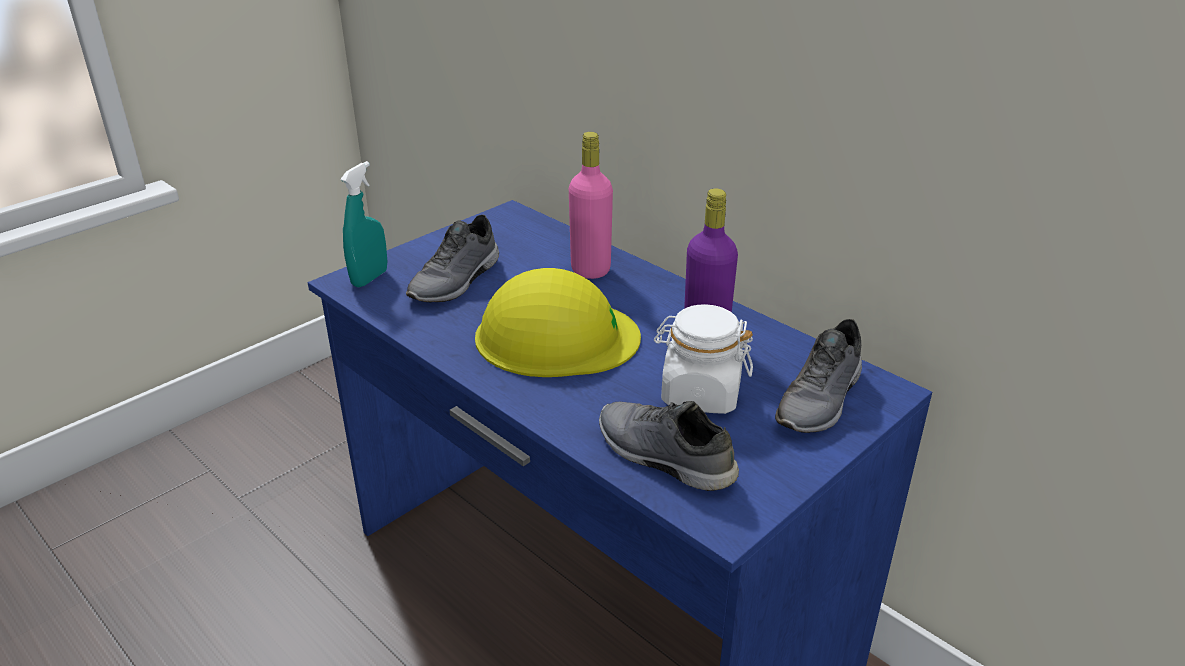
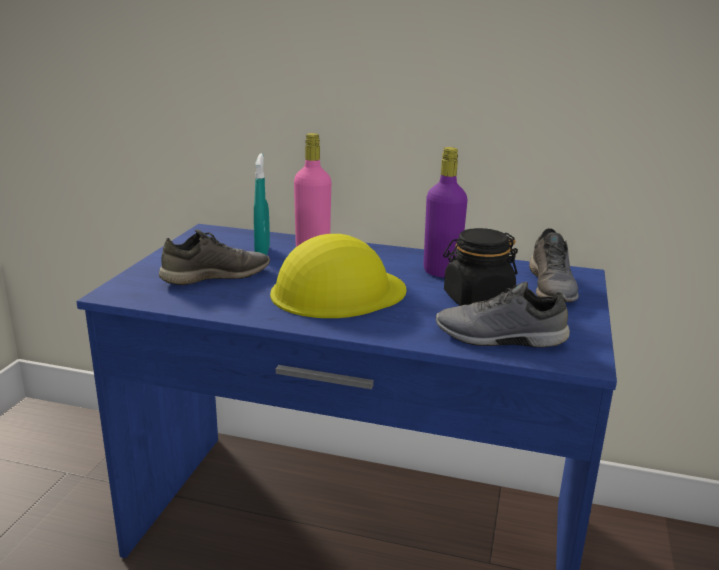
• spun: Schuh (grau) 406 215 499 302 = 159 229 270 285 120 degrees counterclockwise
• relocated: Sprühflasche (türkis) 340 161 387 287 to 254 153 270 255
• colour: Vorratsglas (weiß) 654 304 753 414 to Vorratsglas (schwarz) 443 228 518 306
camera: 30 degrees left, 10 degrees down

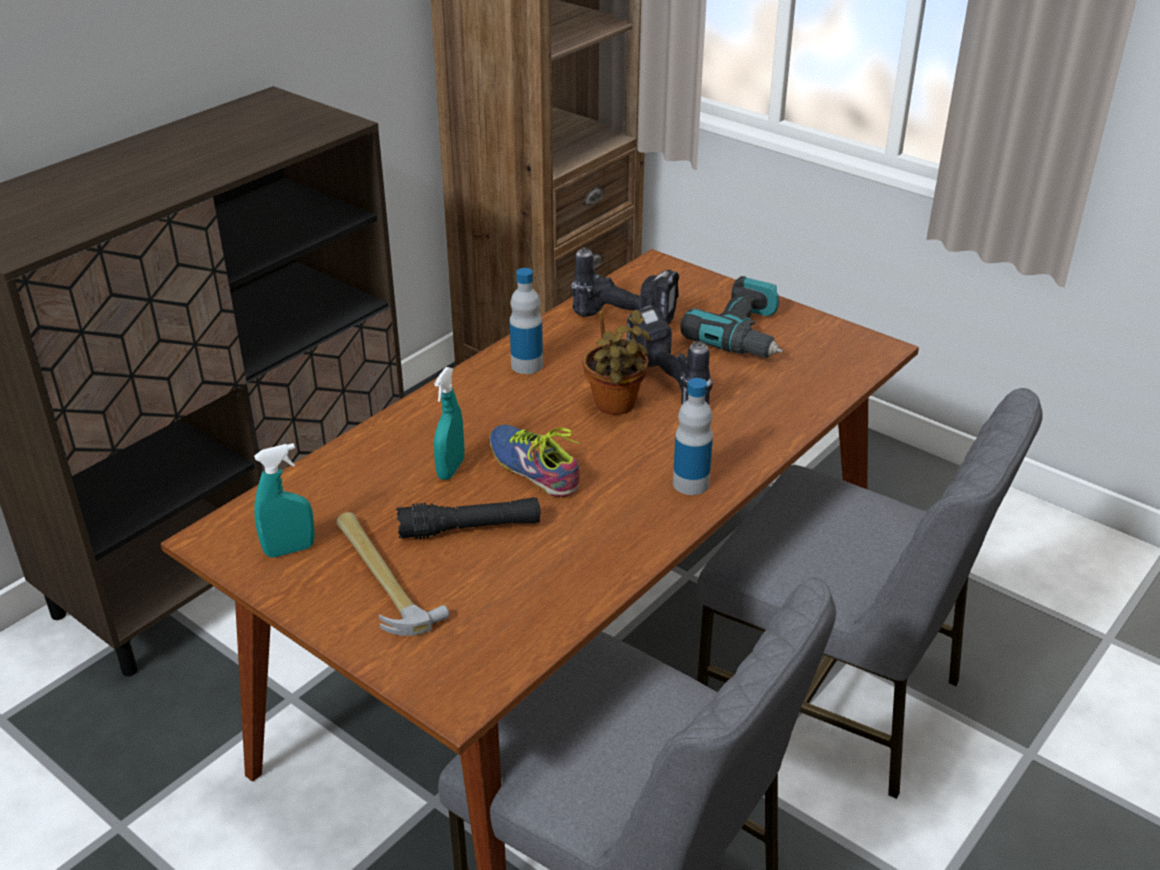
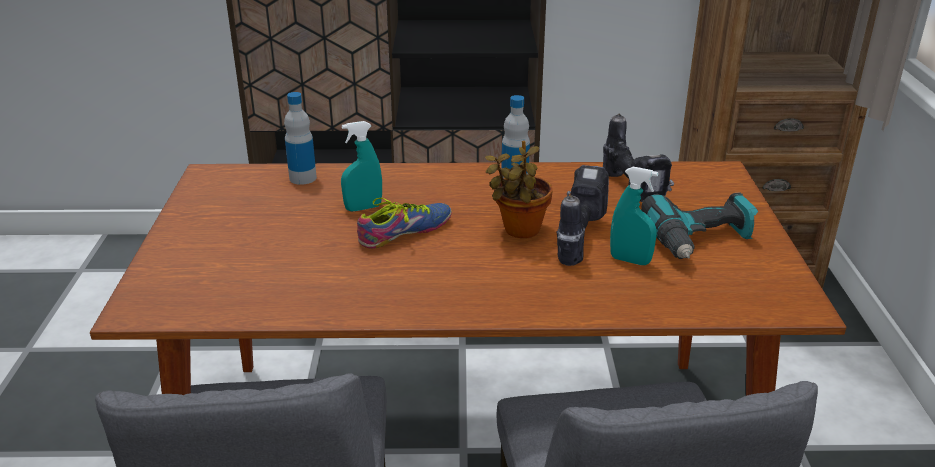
• relocated: Flasche 673 378 713 495 to 284 92 317 185
• spun: Schuh 490 424 581 497 = 357 198 452 249 45 degrees clockwise
• relocated: Sprühflasche (türkis) 254 443 315 558 to 610 167 658 265
• missing: Hammer 336 512 449 636
• missing: Taschenlampe (schwarz) 396 497 541 539
camera: 50 degrees right, 5 degrees down

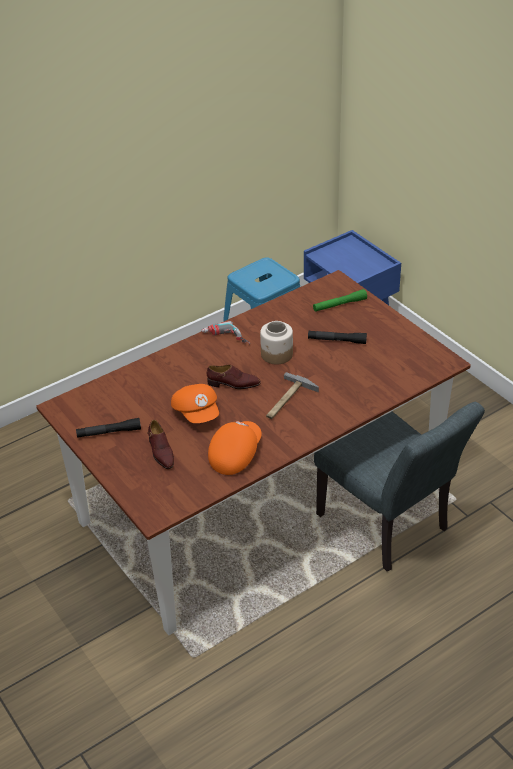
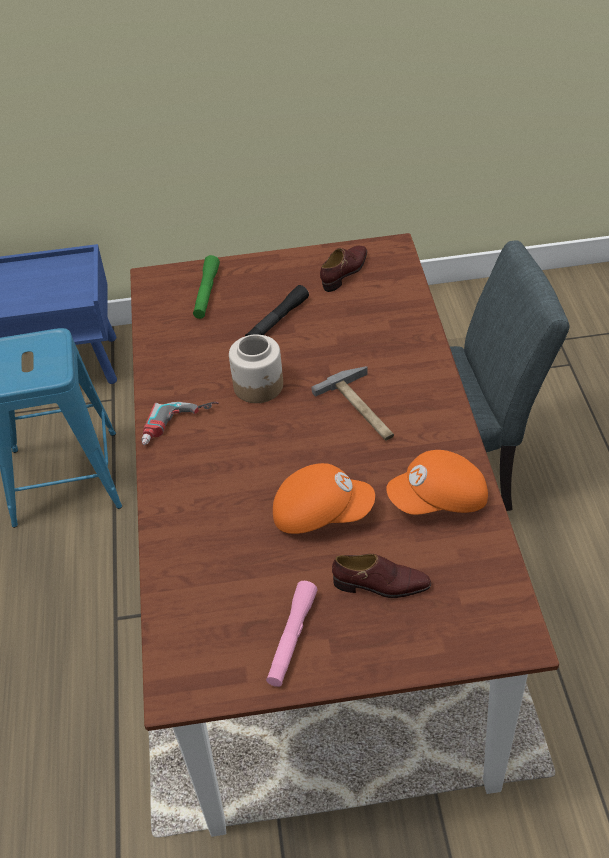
• colour: Taschenlampe (schwarz) 76 418 141 438 to Taschenlampe (rosa) 266 581 318 687
• relocated: Schuh (braun) 207 365 261 389 to 320 246 367 292
• spun: Kappe (orange) 208 421 262 475 = 386 450 488 515 75 degrees counterclockwise
camera: 60 degrees left, 5 degrees up

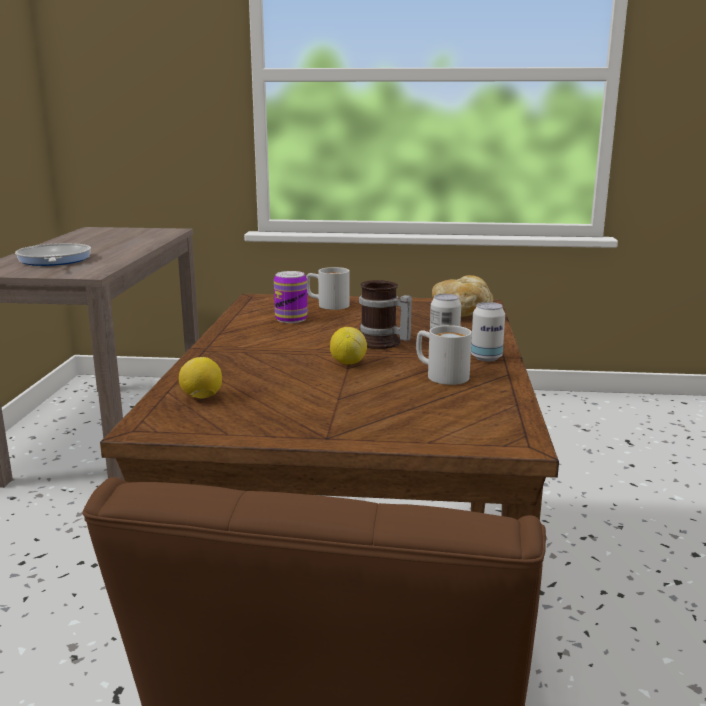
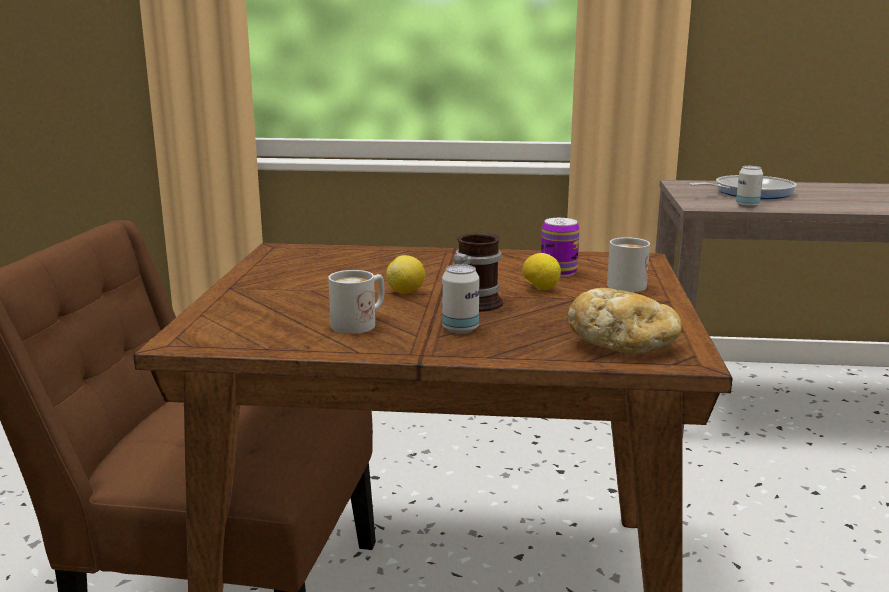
• relocated: Zitrone 179 357 222 398 to 522 253 561 290
• relocated: Dose 471 302 505 362 to 736 166 763 208
camera: 90 degrees right, 0 degrees up

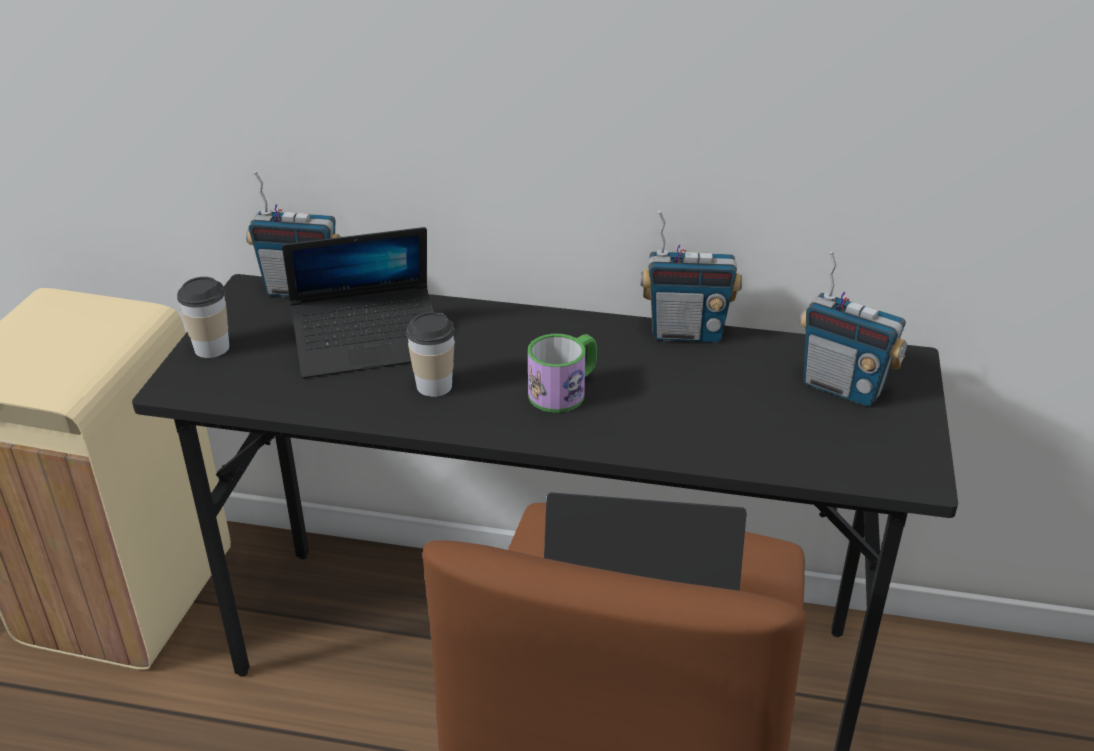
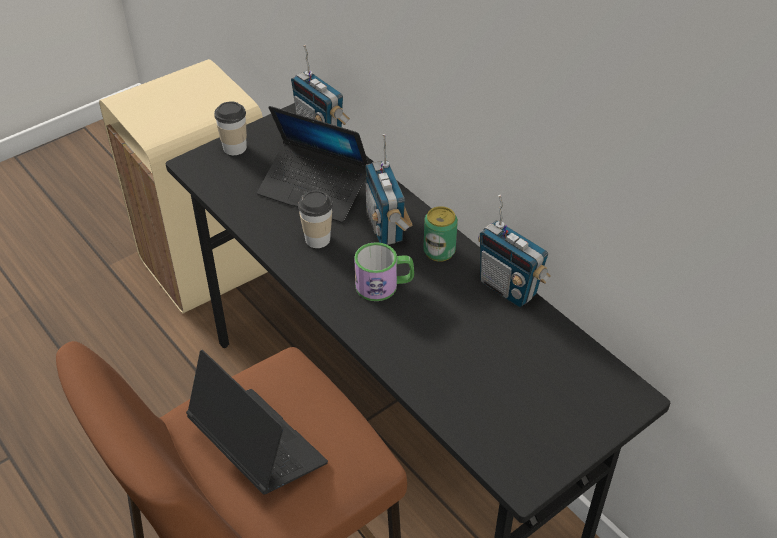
• relocated: Radio 799 251 907 406 to 365 134 413 245
• appeared: Dose 423 206 458 262
camera: 40 degrees right, 10 degrees up

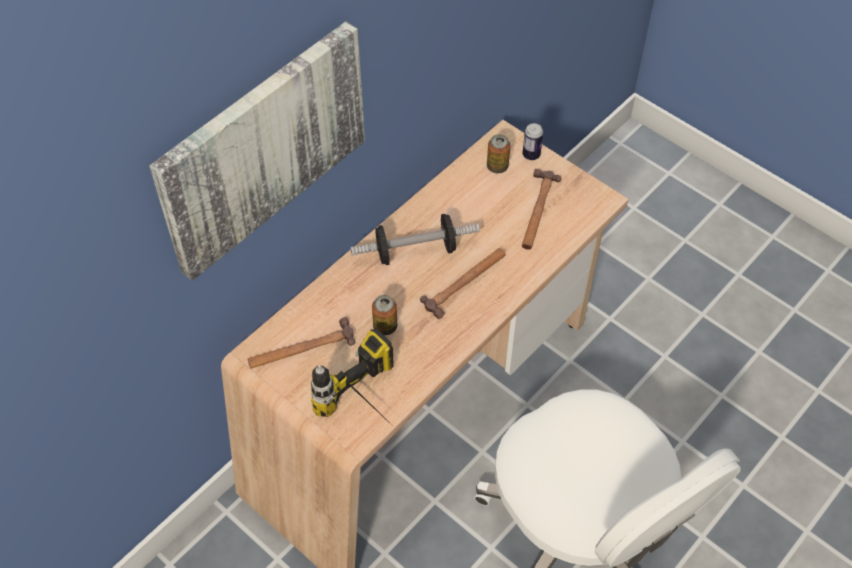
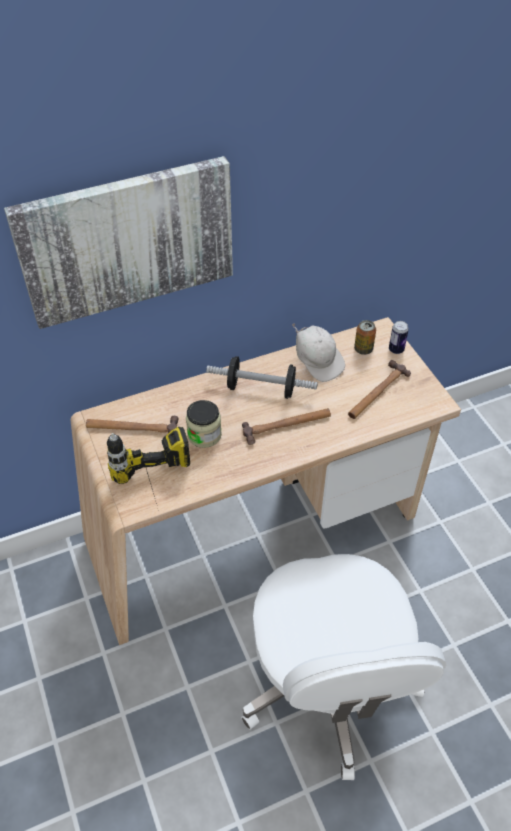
• exchanged: Dose 372 295 397 335 to Vorratsglas 186 400 222 448
• appeared: Kappe (weiß) 292 323 345 382
camera: 25 degrees right, 5 degrees down

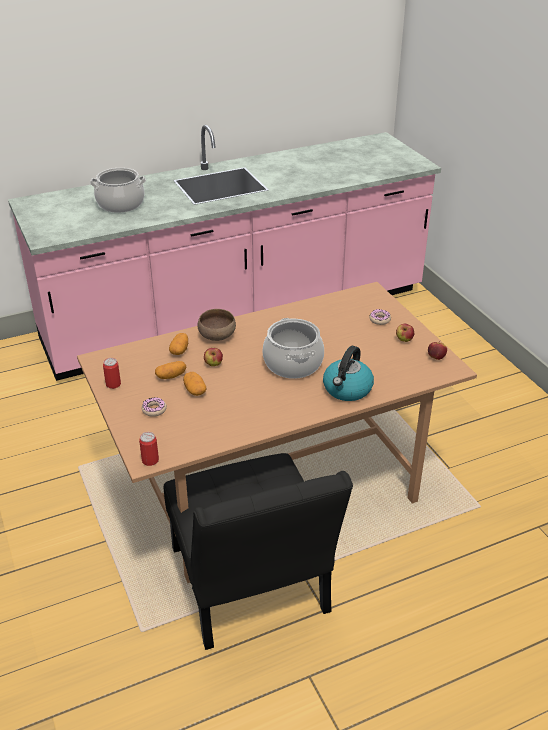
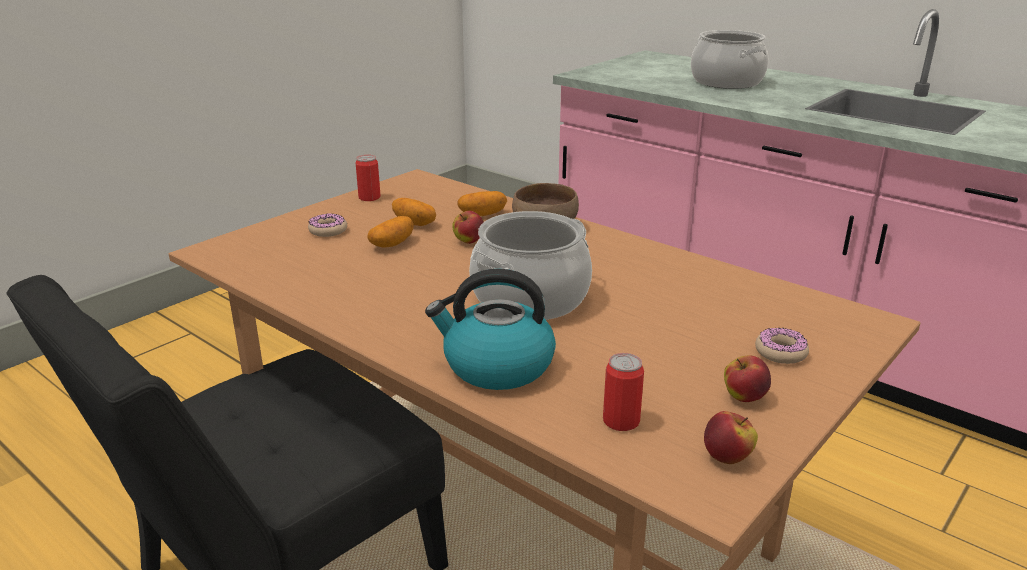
• relocated: Dose 139 432 159 466 to 603 353 644 431
camera: 65 degrees right, 10 degrees down

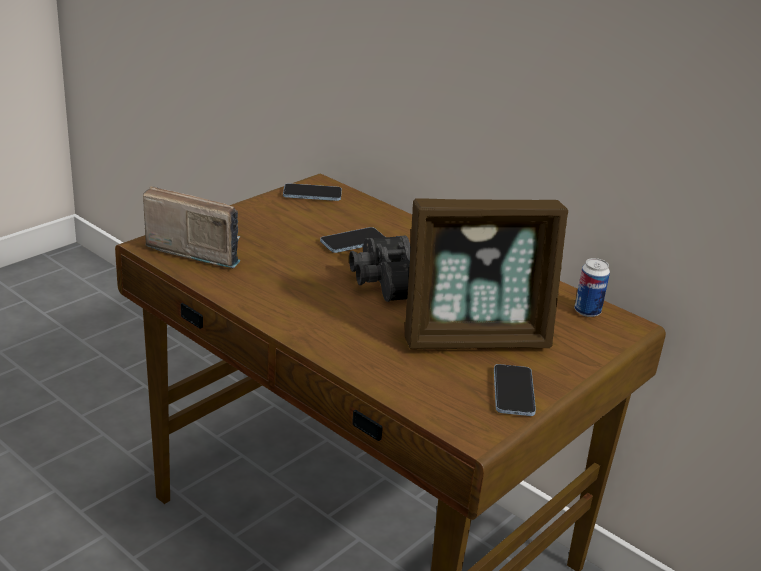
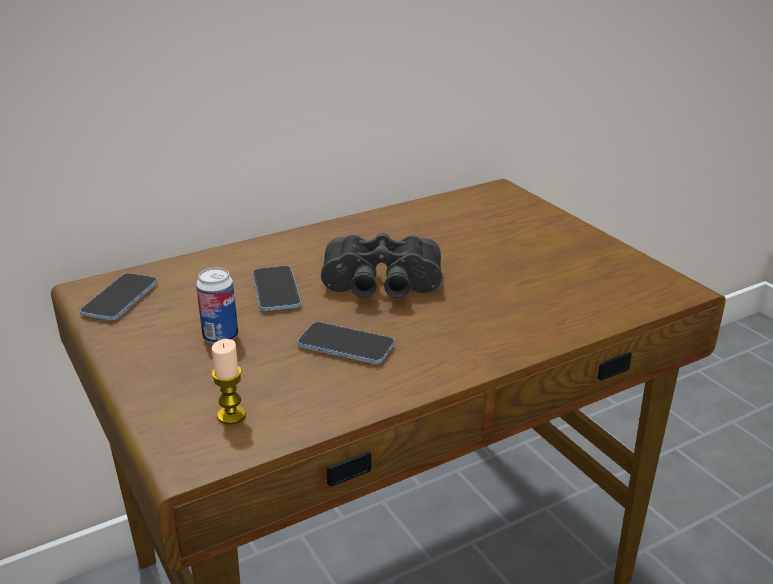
• relocated: Dose 574 258 610 317 to 196 268 238 344
• exchanged: Radio 143 186 241 268 to Kerze 212 339 246 424
• relocated: Handy 494 364 536 416 to 298 322 395 364
• missing: Bilderrahmen 405 198 568 350
camera: 70 degrees left, 0 degrees up

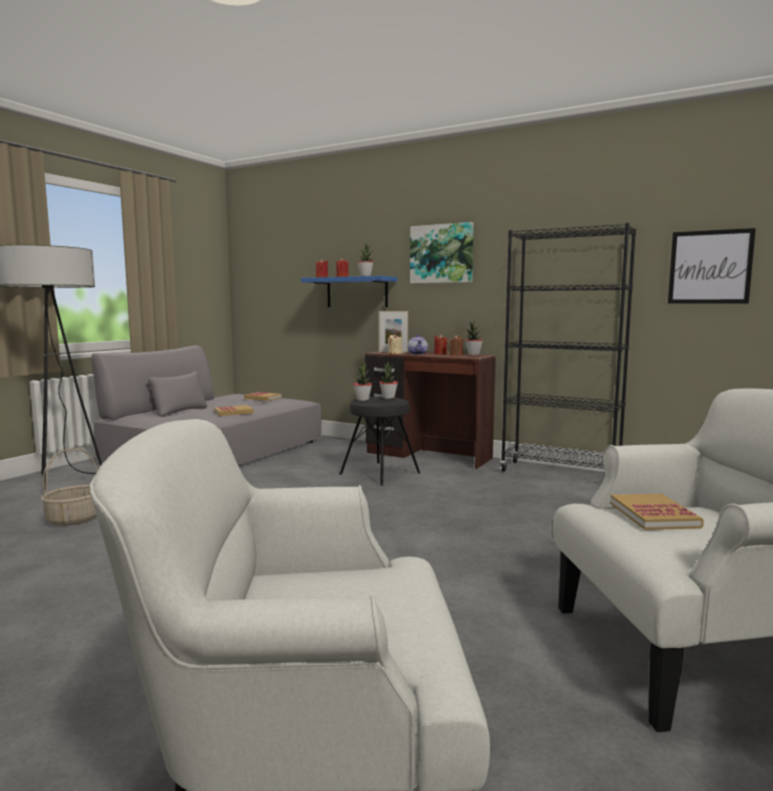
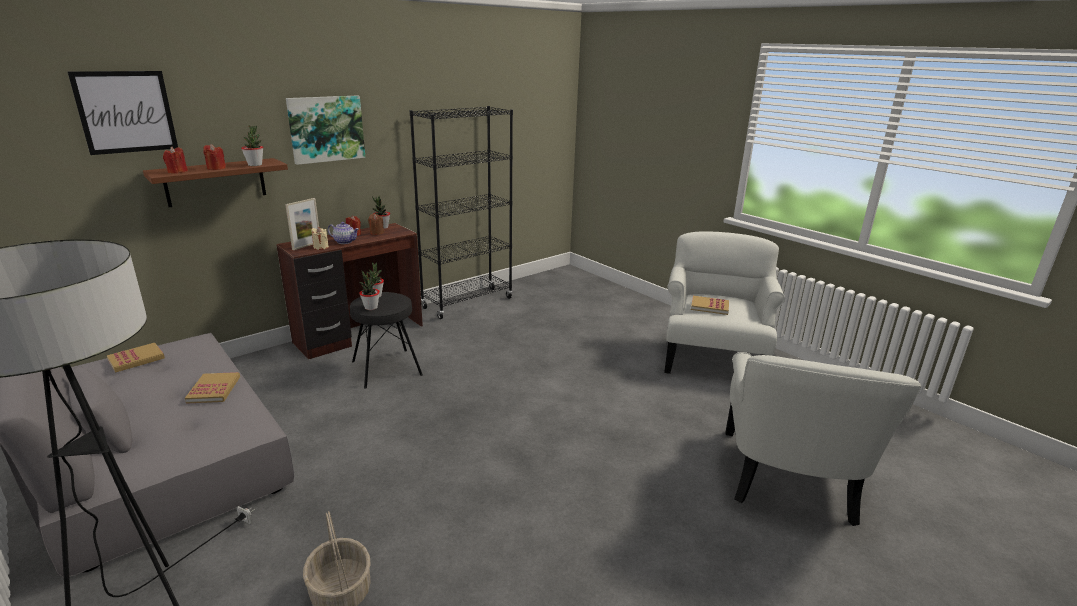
• relocated: Bild 668 228 756 304 to 68 71 178 155
• colour: Wandregal (blau) 301 276 398 307 to Wandregal (braun) 143 158 288 207
camera: 70 degrees left, 15 degrees up

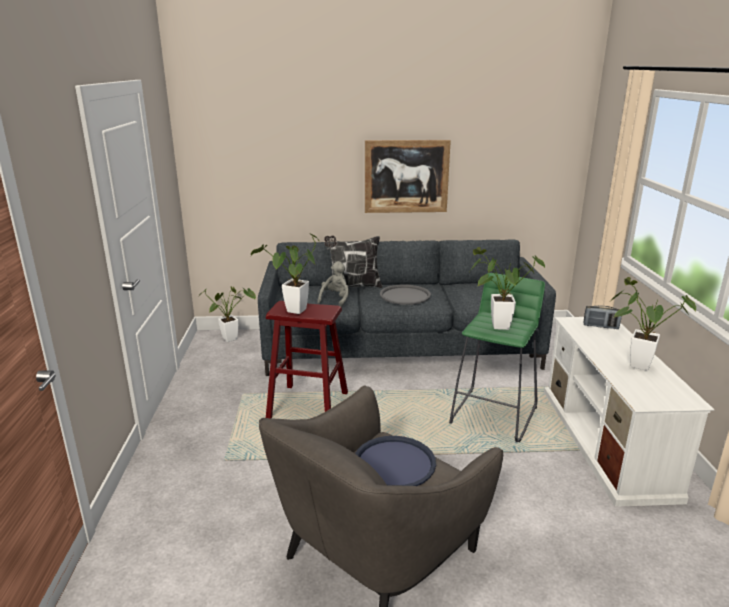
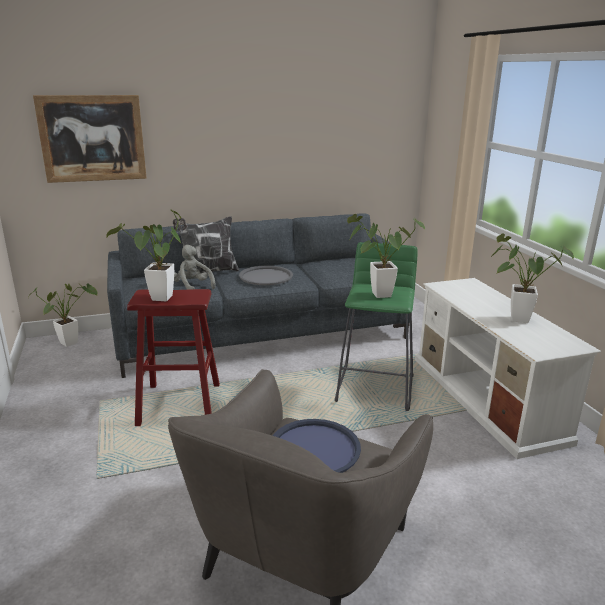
• relocated: Bild 365 140 451 213 to 33 95 147 183
• spun: Plüschtier (grau) 317 261 350 307 = 174 245 216 290 45 degrees counterclockwise
• missing: Radio 583 306 622 329
camera: 15 degrees left, 0 degrees up

